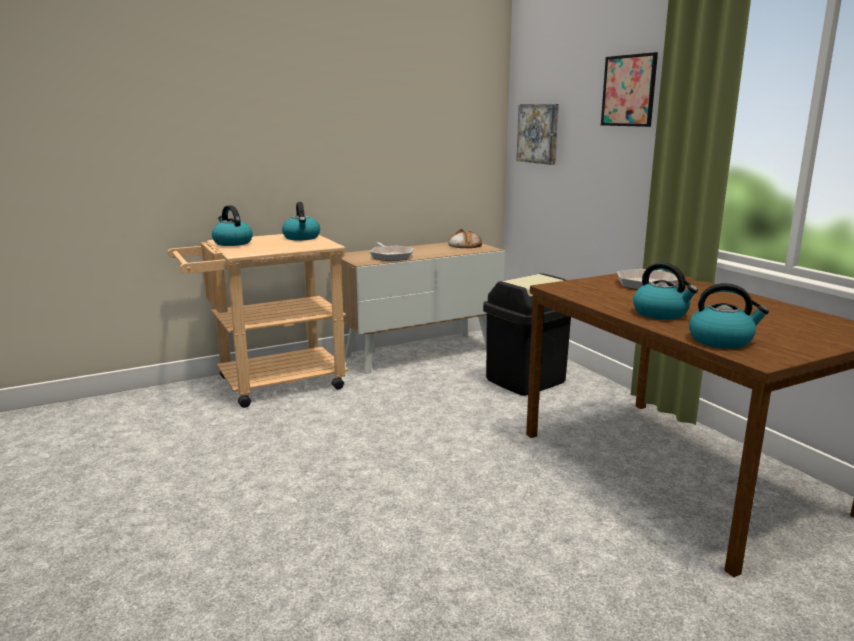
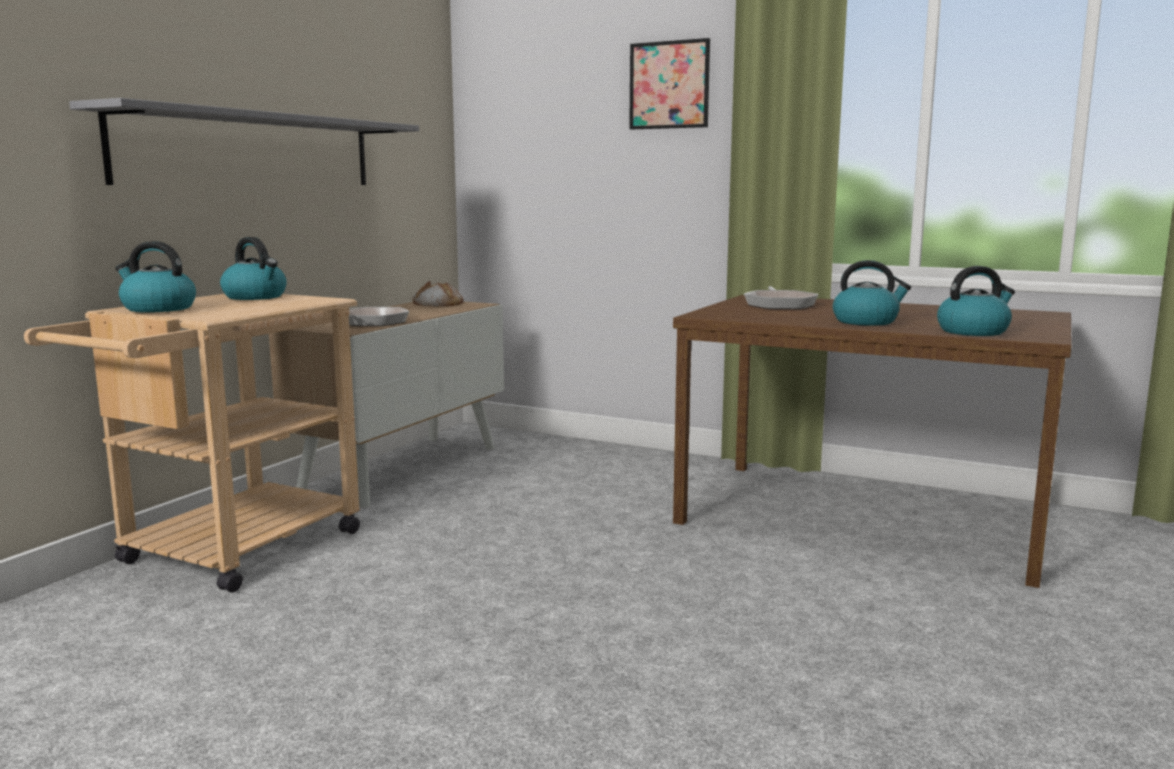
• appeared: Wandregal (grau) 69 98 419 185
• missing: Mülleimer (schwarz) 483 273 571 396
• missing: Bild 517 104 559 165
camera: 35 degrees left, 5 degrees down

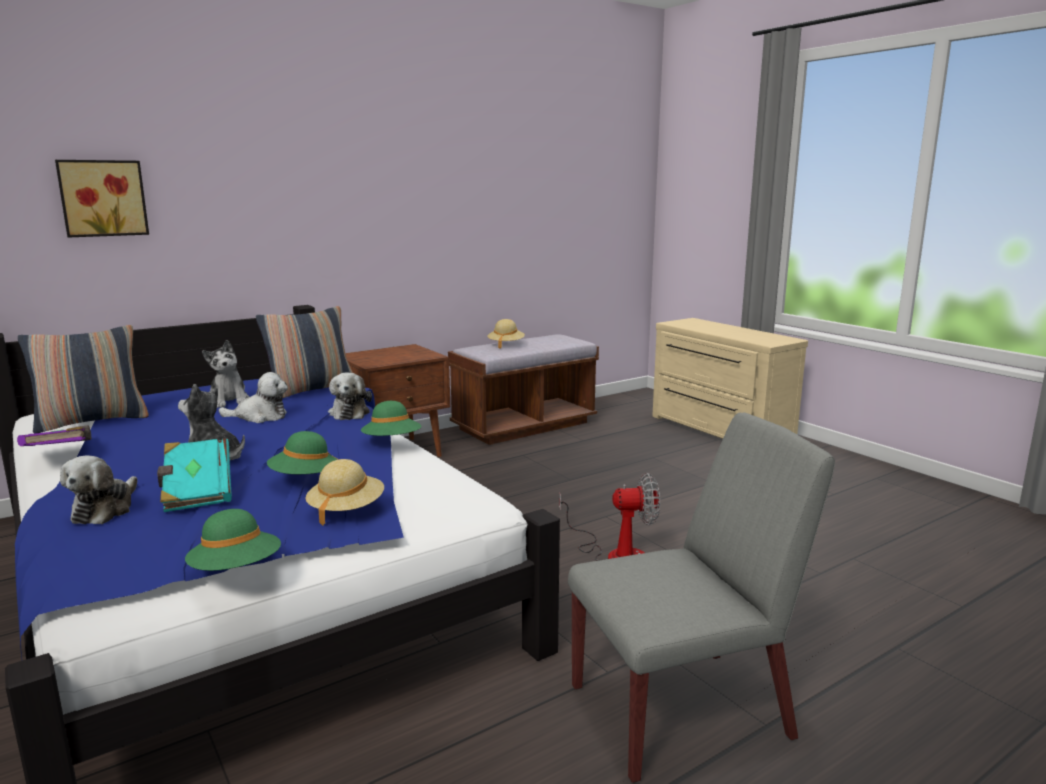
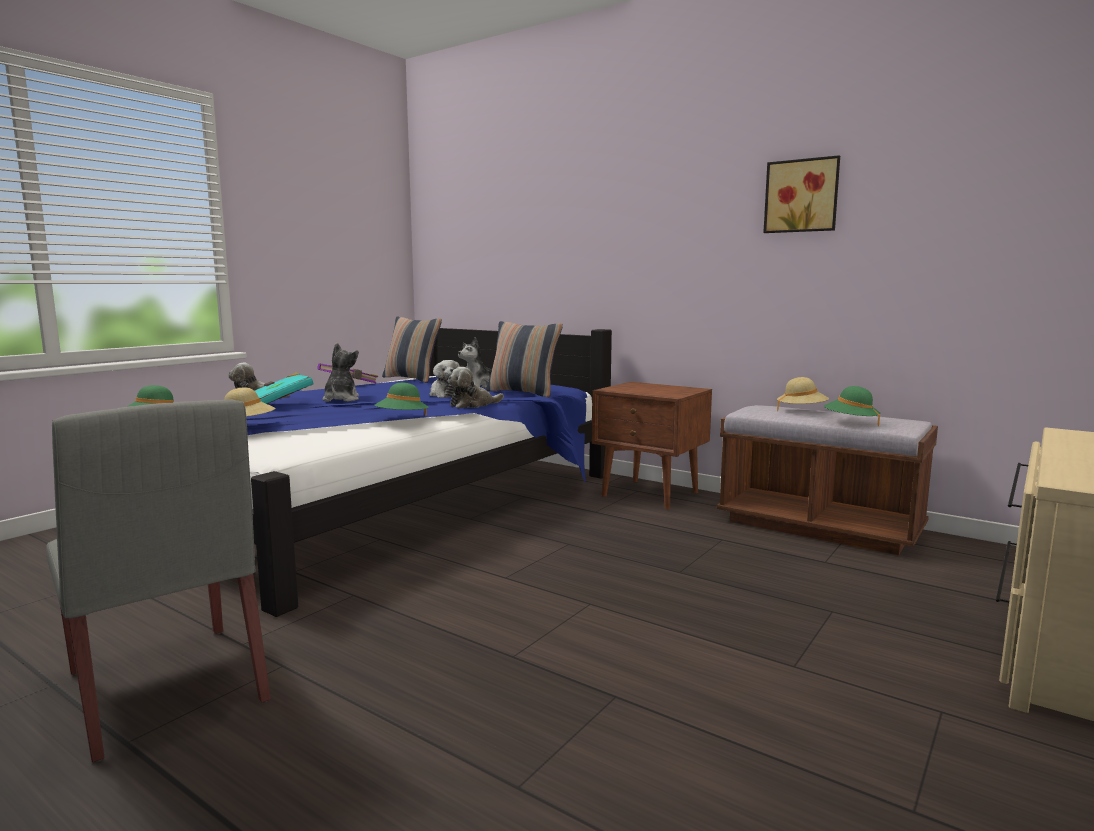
• relocated: Bild 55 160 149 238 to 763 155 840 233
• relocated: Hut (grün) 267 431 338 474 to 824 386 880 426
• missing: Ventilator 559 473 660 561
camera: 70 degrees right, 5 degrees down

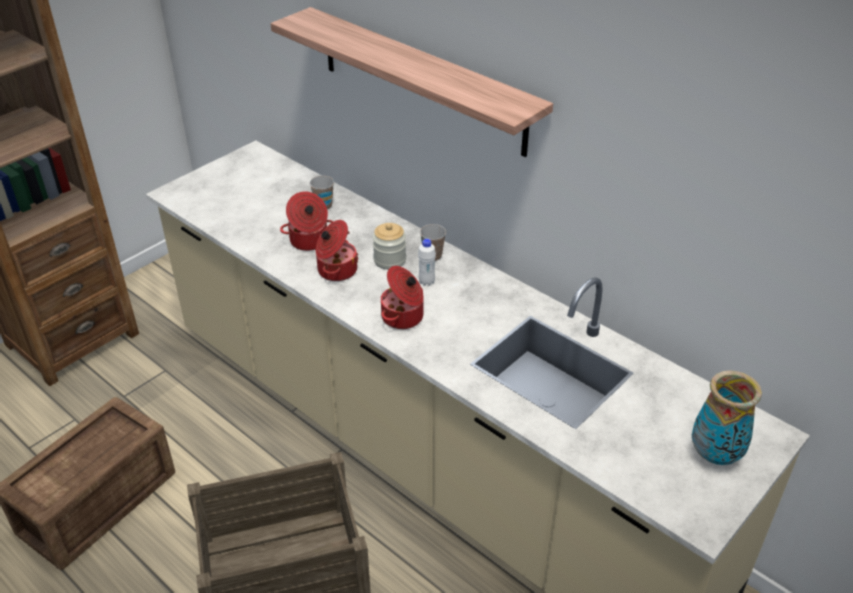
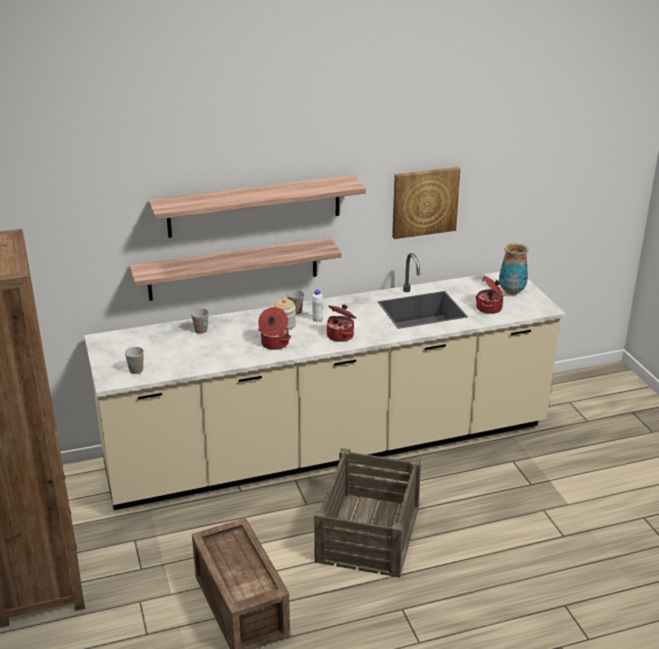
• appeared: Tasse 124 347 144 374
• appeared: Wandregal 129 238 341 301
• appeared: Bild 392 167 461 239
• relocated: Kochtopf 280 191 334 251 to 476 276 504 314
camera: 60 degrees left, 10 degrees down

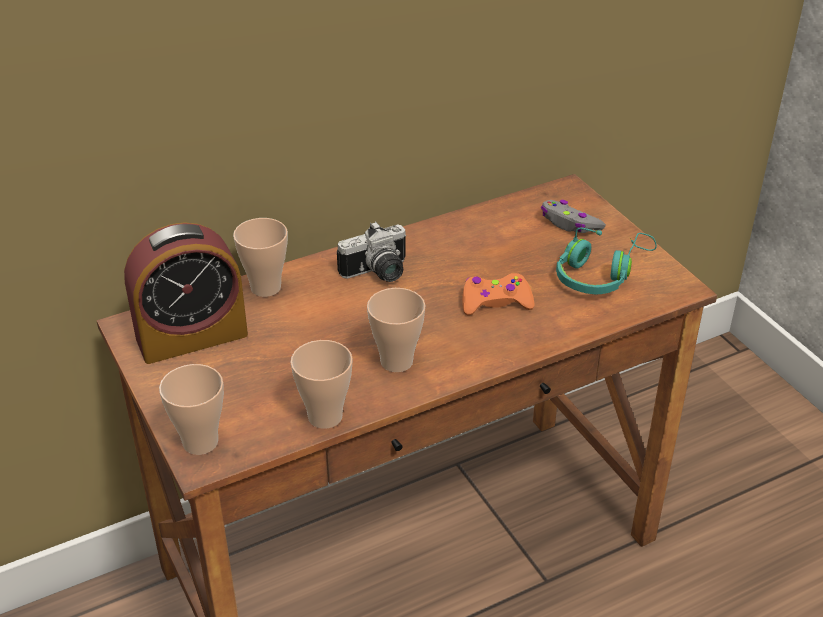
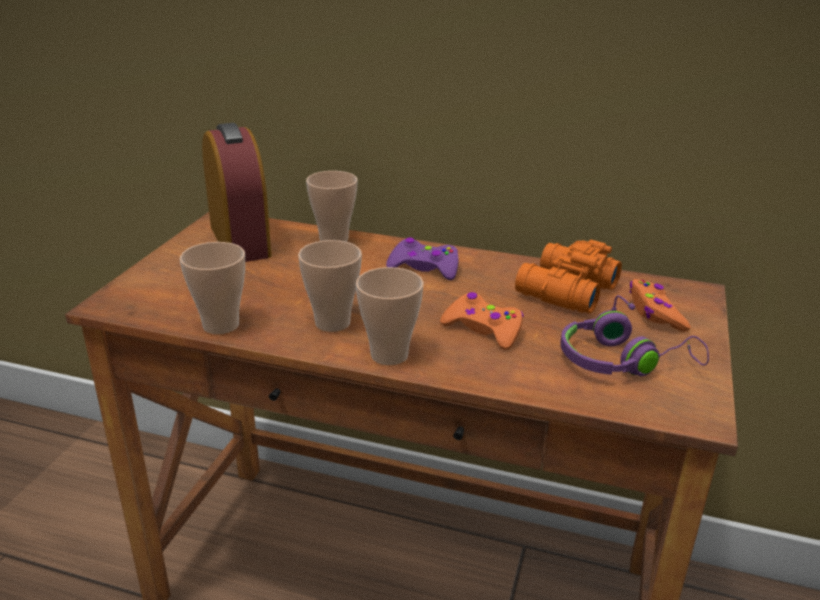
• spun: Wecker 124 222 248 364 = 202 123 272 262 135 degrees counterclockwise
• relocated: Tasse 159 364 224 455 to 356 267 423 365
• exchanged: Kamera 337 221 406 282 to Gamepad (lila) 386 237 458 280
• appeared: Fernglas (orange) 515 240 622 314
• colour: Kopfhörer (türkis) 556 228 657 294 to Kopfhörer (lila) 560 295 709 376
• colour: Gamepad (grau) 541 200 606 233 to Gamepad (orange) 629 279 691 332
camera: 45 degrees right, 10 degrees down

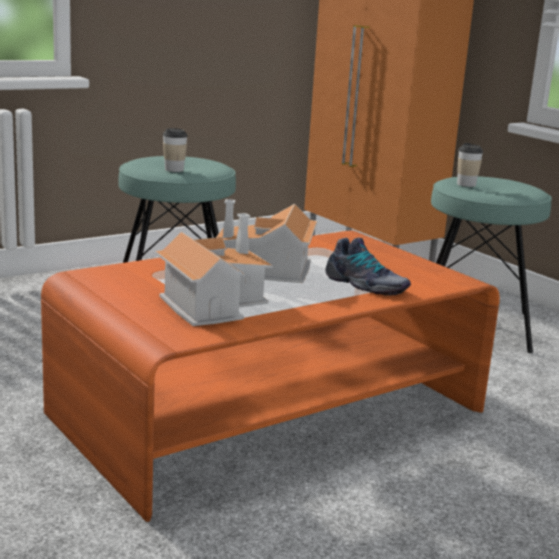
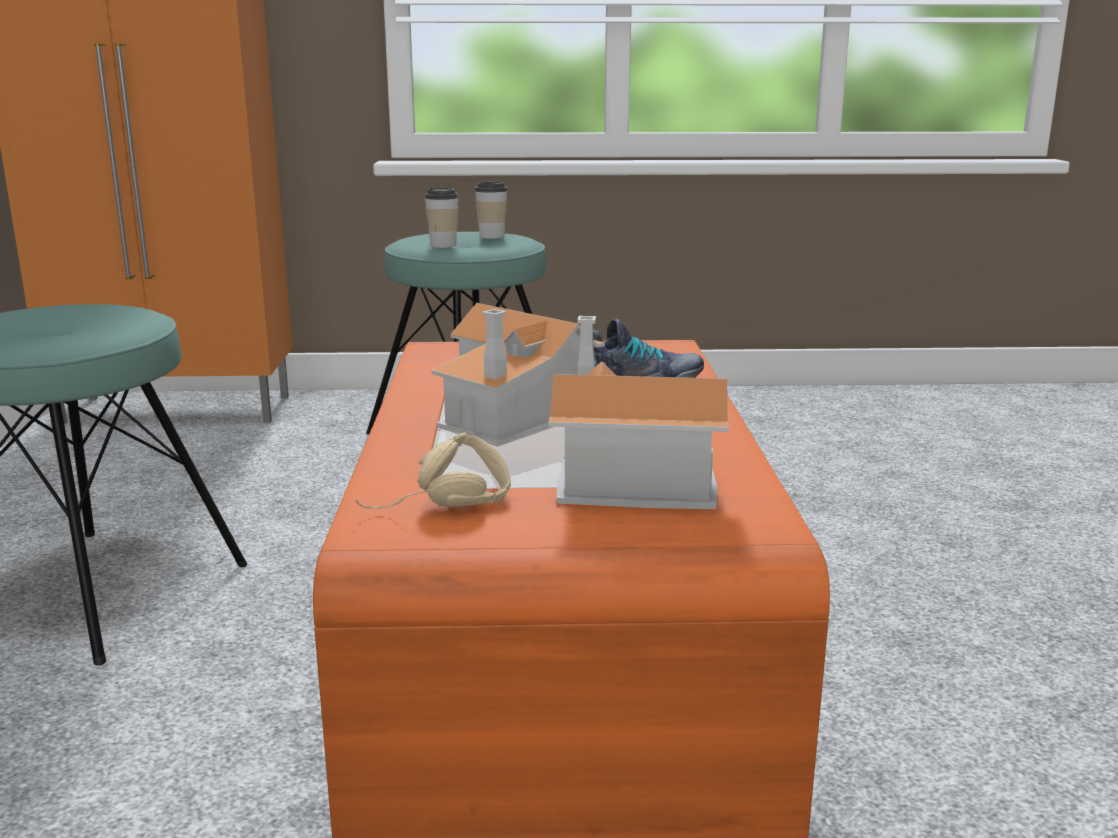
• appeared: Kopfhörer (beige) 355 432 511 509
• relocated: Tasse 163 128 188 172 to 475 182 508 238
camera: 55 degrees left, 0 degrees up

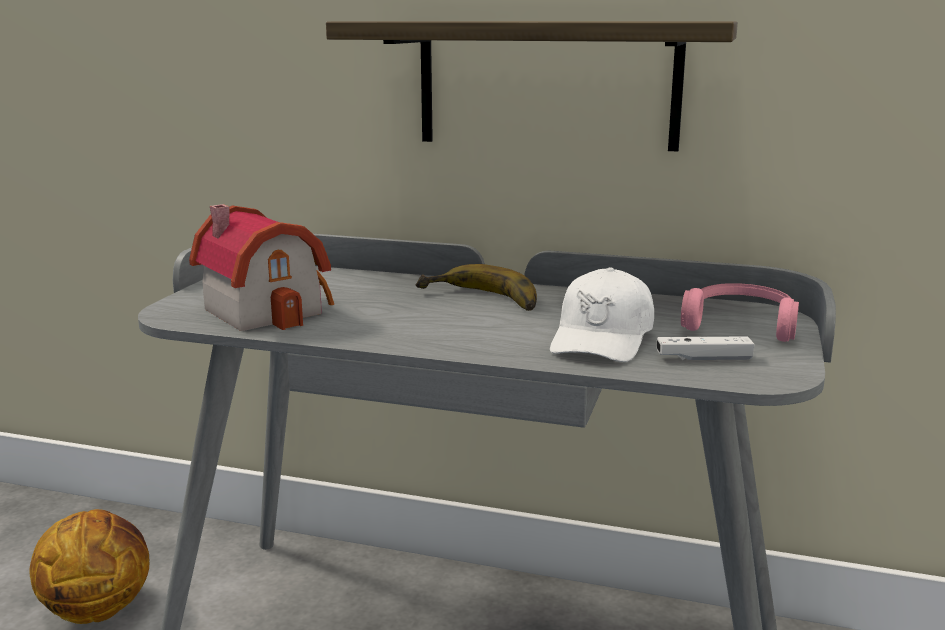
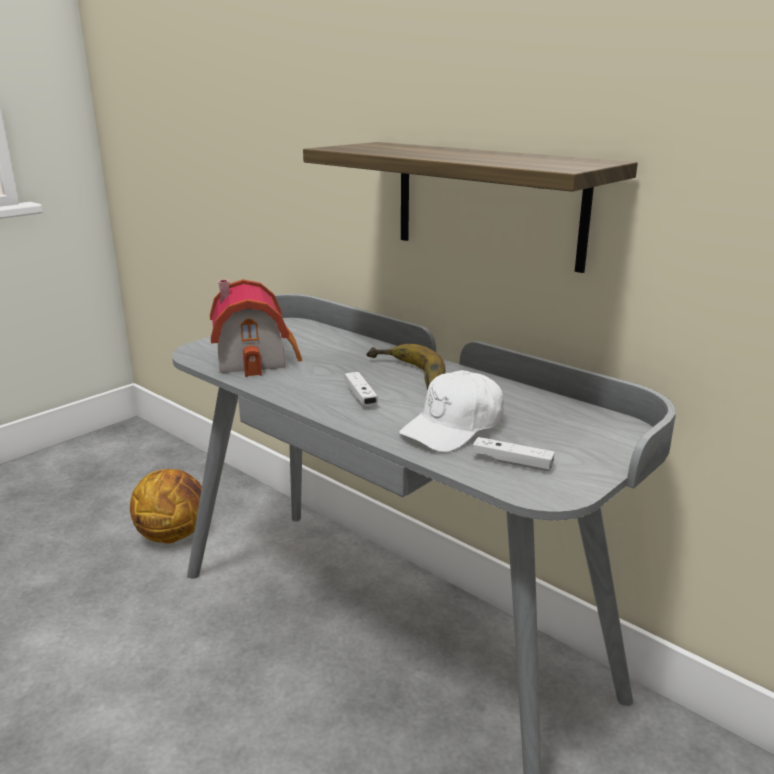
• appeared: Gamepad (weiß) 345 372 378 406
• missing: Kopfhörer (rosa) 681 283 799 342
camera: 25 degrees right, 5 degrees up

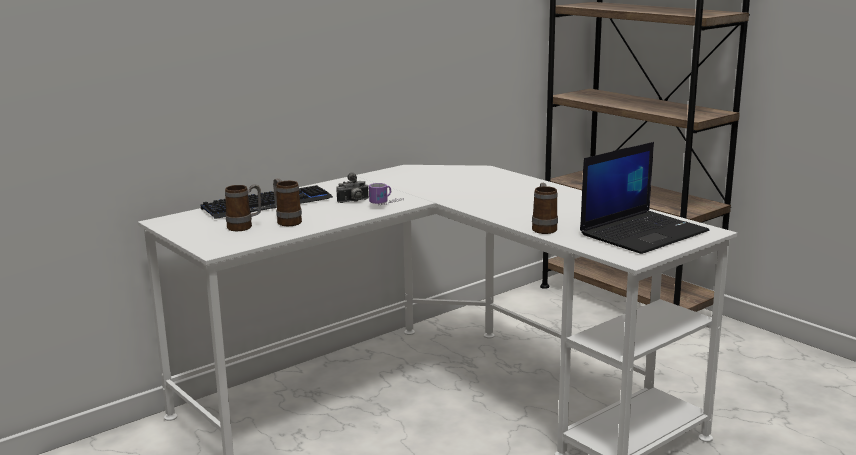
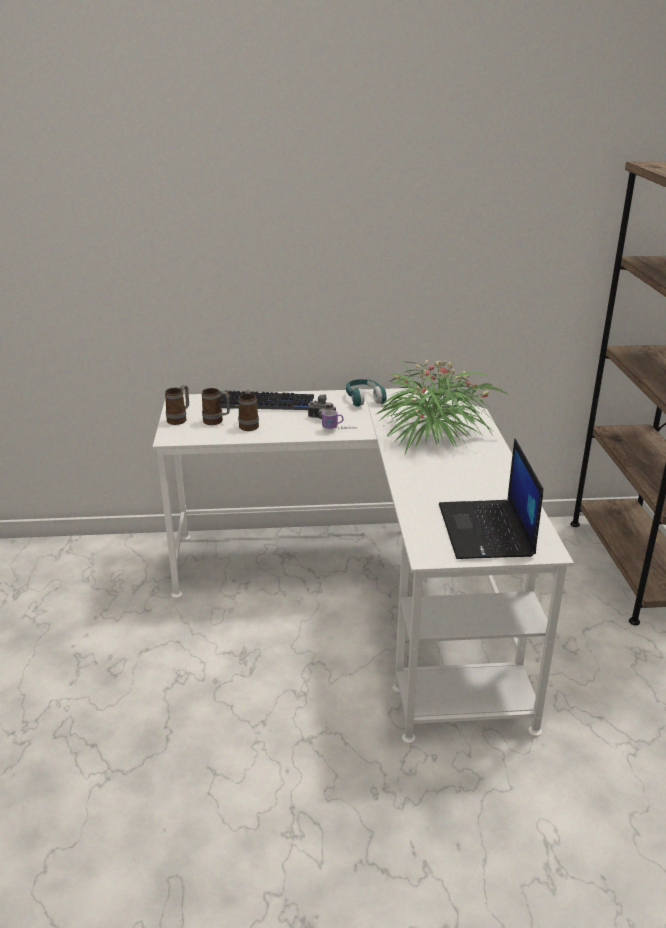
• relocated: Henkelbecher 532 183 558 234 to 165 385 189 425
• appeared: Kopfhörer (türkis) 346 379 387 407
• appeared: Topfpflanze 377 355 509 454
• spun: Laptop 580 142 709 254 = 439 438 543 559 90 degrees clockwise
camera: 35 degrees right, 10 degrees up

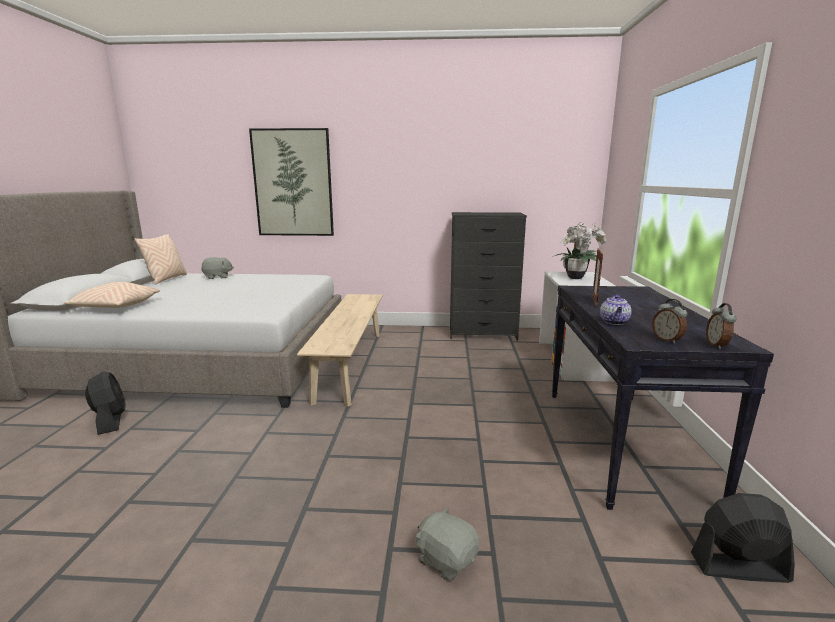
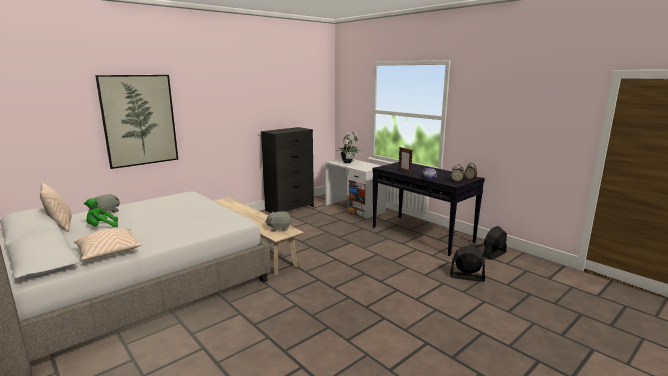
• appeared: Plüschtier (grün) 84 198 118 227
• relocated: Plüschtier (grau) 416 507 479 580 to 265 211 292 232
• relocated: Ventilator (schwarz) 85 371 126 435 to 450 246 485 282
camera: 45 degrees left, 0 degrees up

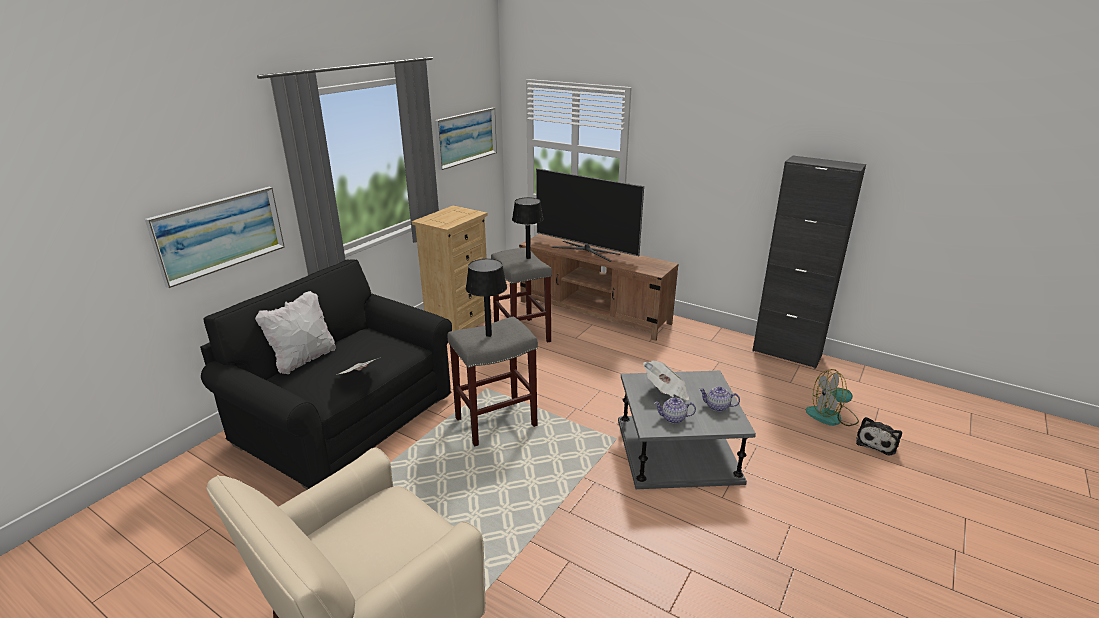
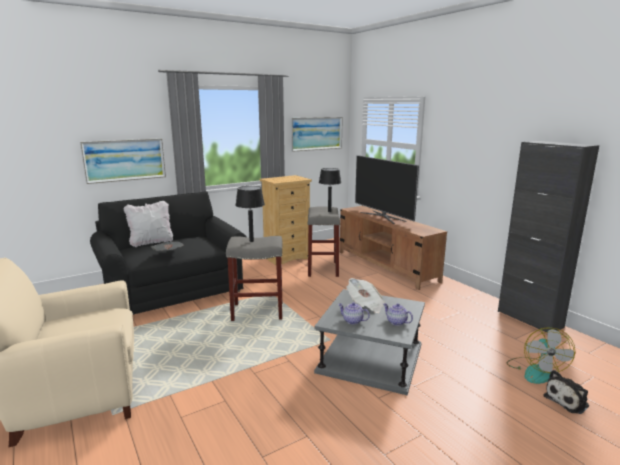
• spun: Ventilator 805 369 859 426 = 507 327 575 384 105 degrees counterclockwise
camera: 25 degrees right, 10 degrees down

